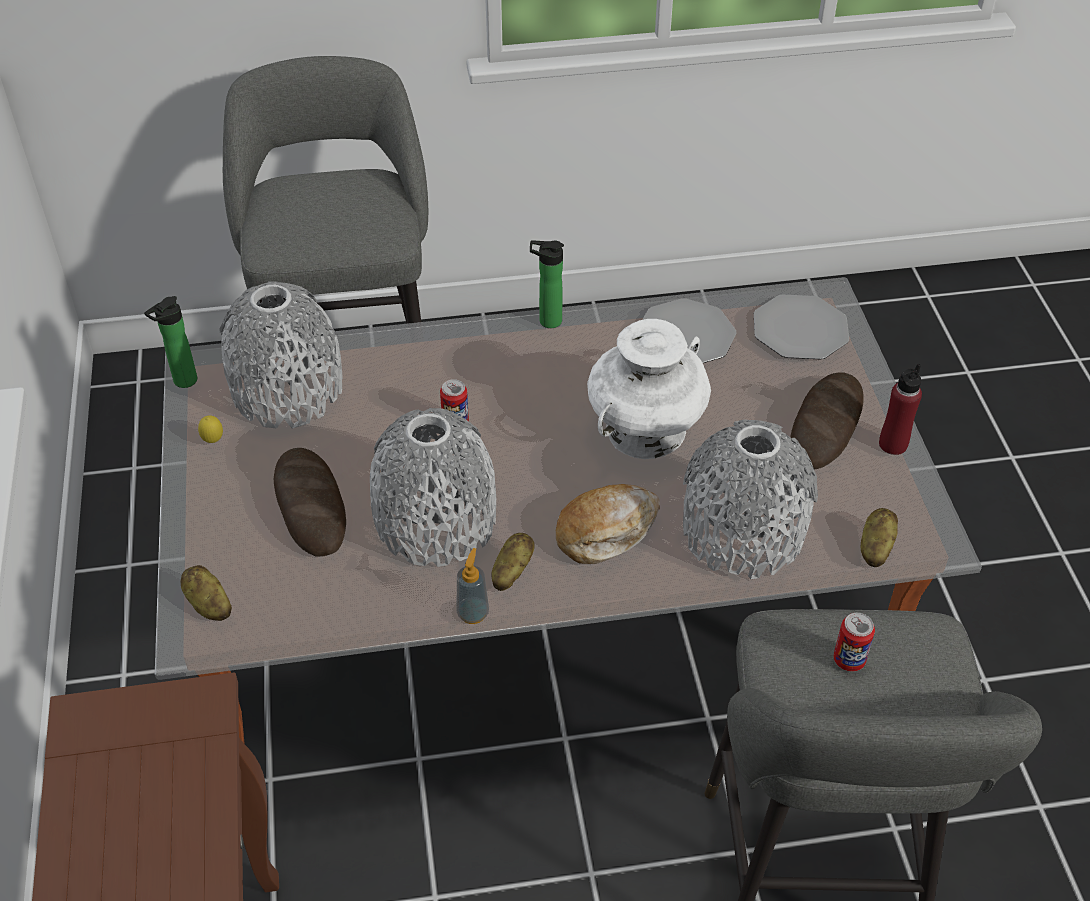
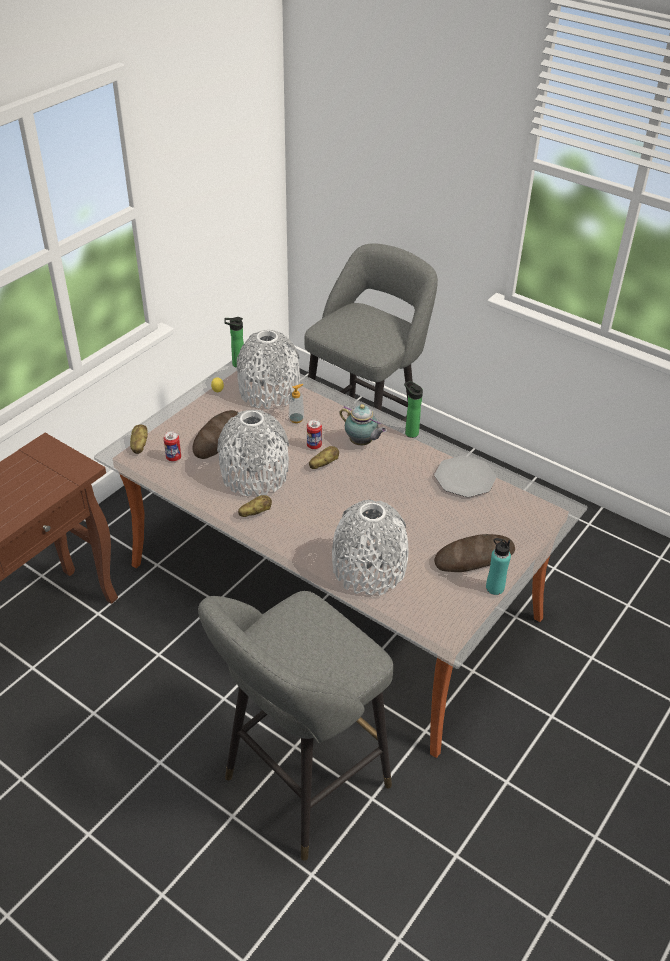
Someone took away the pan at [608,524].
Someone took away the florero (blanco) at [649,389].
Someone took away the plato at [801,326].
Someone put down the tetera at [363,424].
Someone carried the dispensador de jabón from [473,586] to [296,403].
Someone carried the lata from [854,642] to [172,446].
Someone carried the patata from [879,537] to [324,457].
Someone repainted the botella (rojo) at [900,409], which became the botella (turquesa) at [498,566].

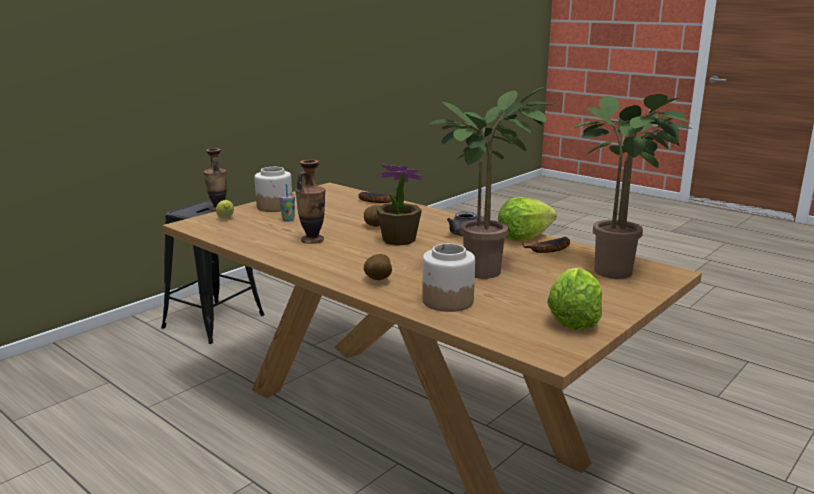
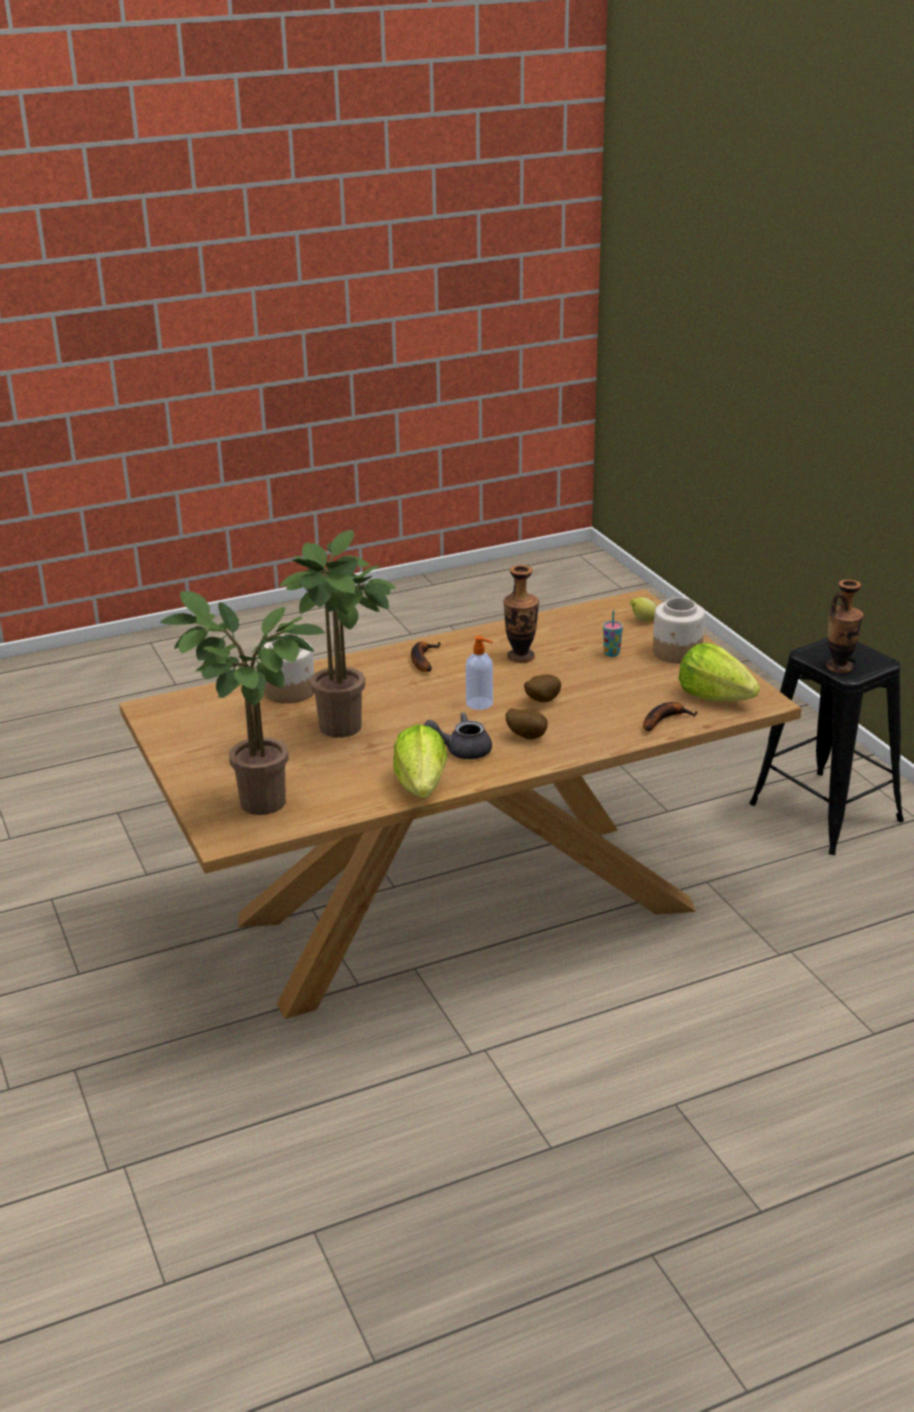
Someone carried the patata from [378,267] to [527,723].
Someone carried the plátano from [546,245] to [426,657].
Someone carried the lechuga from [574,298] to [719,672].
Someone swapped the planta en maceta at [399,205] for the dispensador de jabón at [479,673].

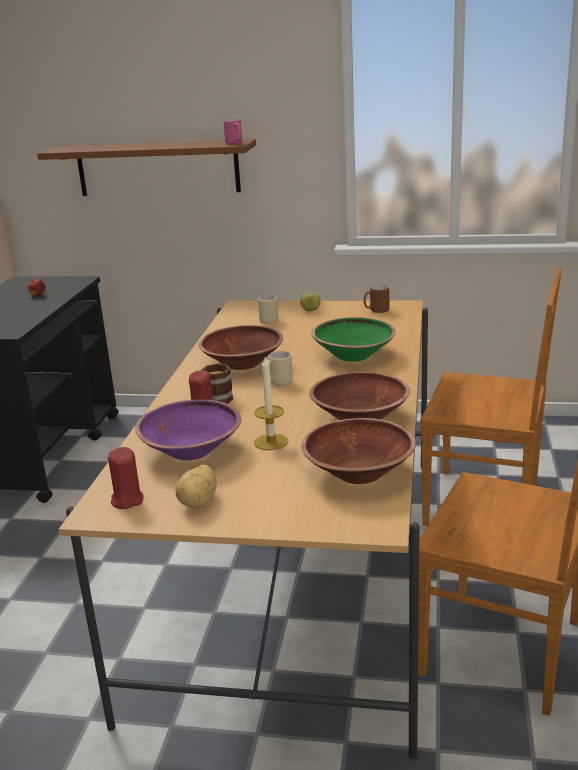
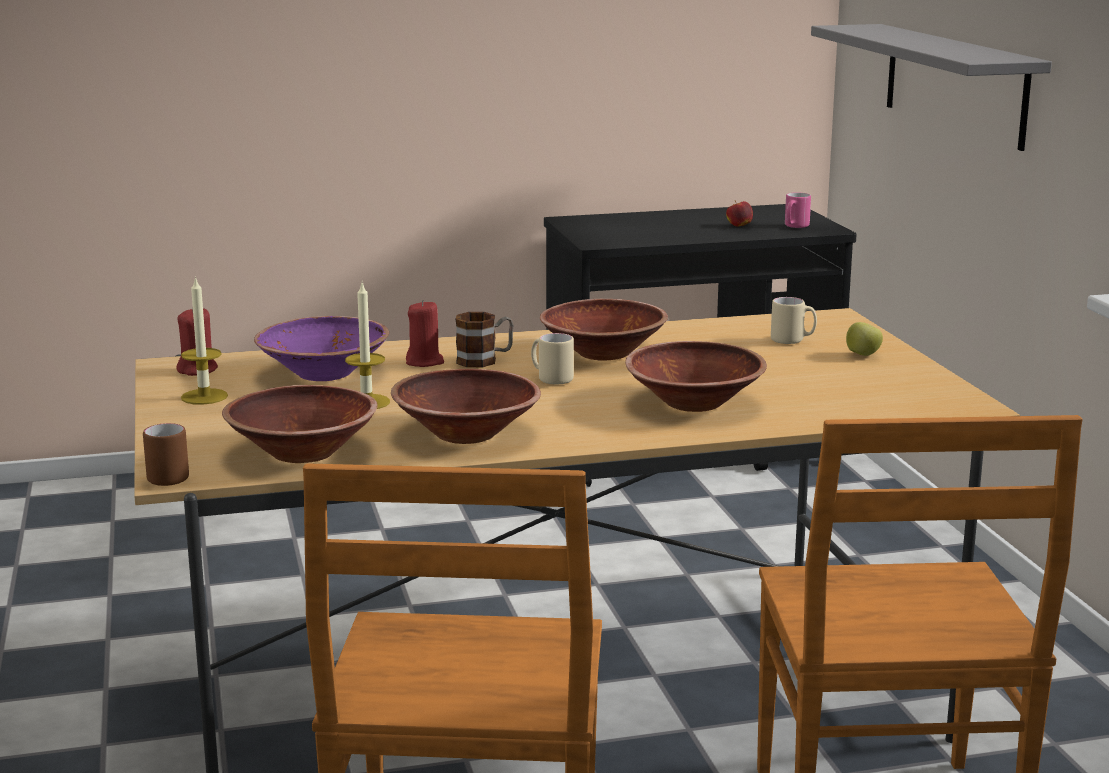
Someone carried the taza grande (rosa) from [232,131] to [798,210].
Someone carried the taza grande (marrón) from [376,299] to [166,454].
Someone swapped the patata at [196,486] for the vela at [204,340].
Someone repainted the estante (marrón) at [146,167], which became the estante (gris) at [931,87].
Someone repainted the cuenco (verde) at [353,339], which became the cuenco (marrón) at [696,376].

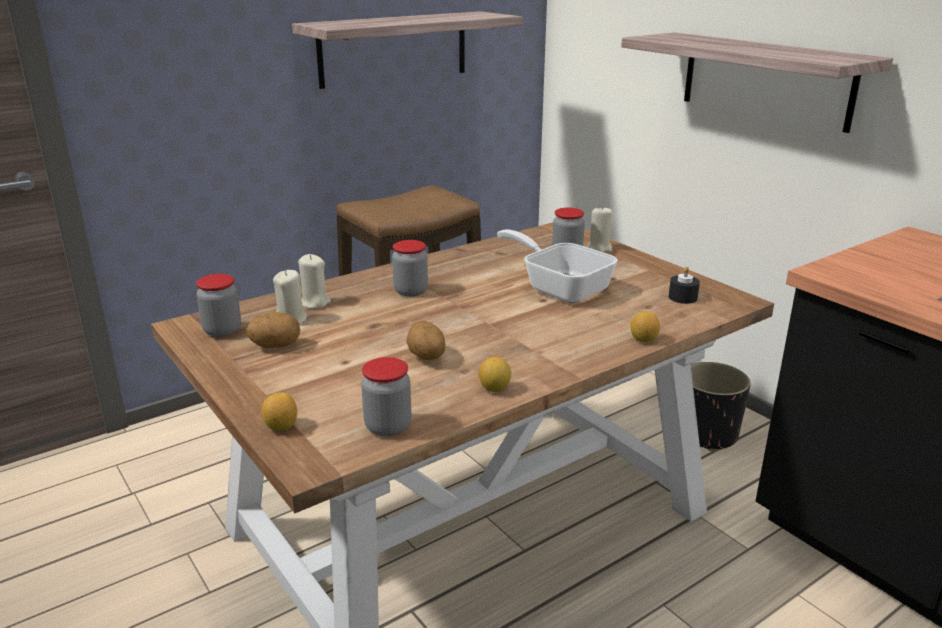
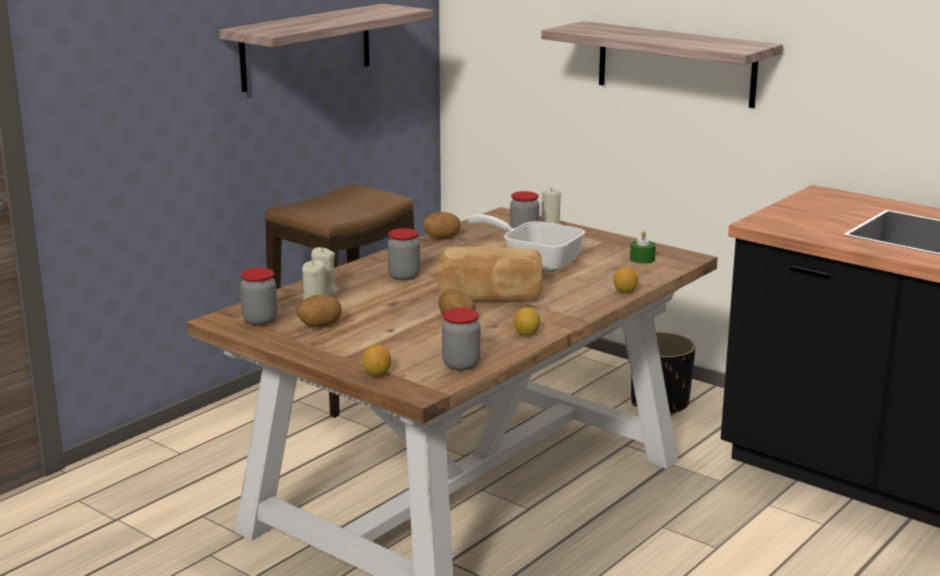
Someone put down the patata at [442,225].
Someone put down the pan at [490,274].
Someone repainted the vela (negro) at [684,285], which became the vela (verde) at [643,247].

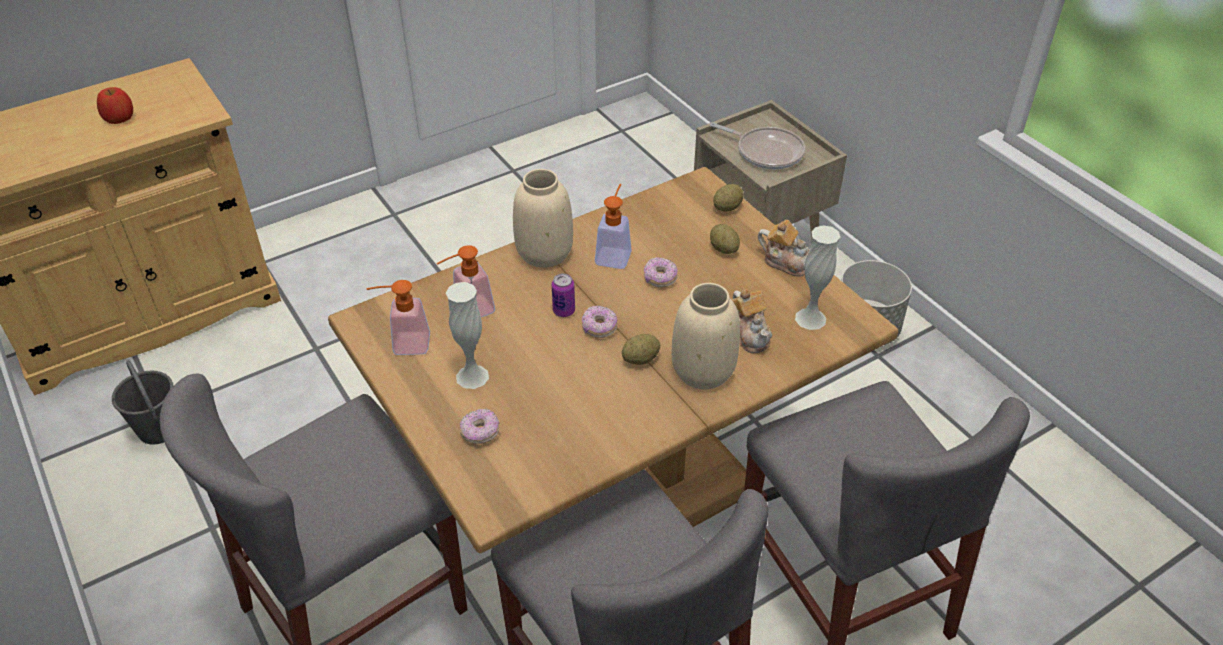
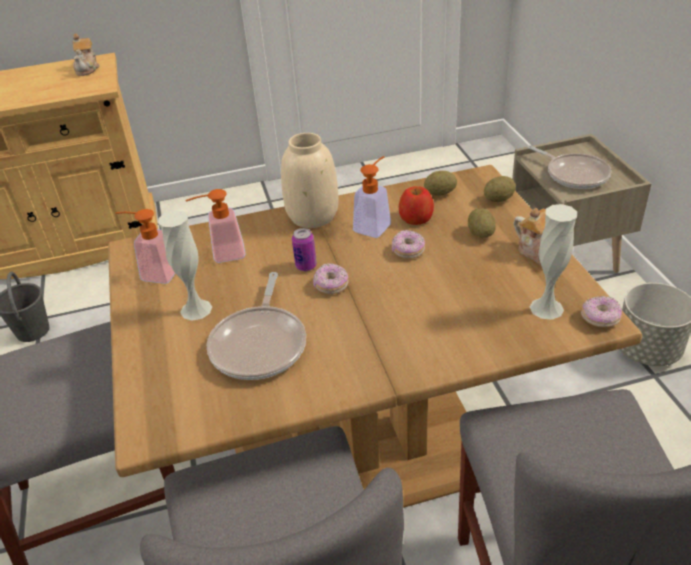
Someone took away the florero (beis) at [706,336].
Someone put down the sartén at [256,326].
Someone carried the manzana from [115,105] to [416,205].
Someone carried the rosquilla from [479,426] to [601,312].
Someone carried the patata from [641,349] to [440,183].
Someone carried the tetera from [752,321] to [86,55].

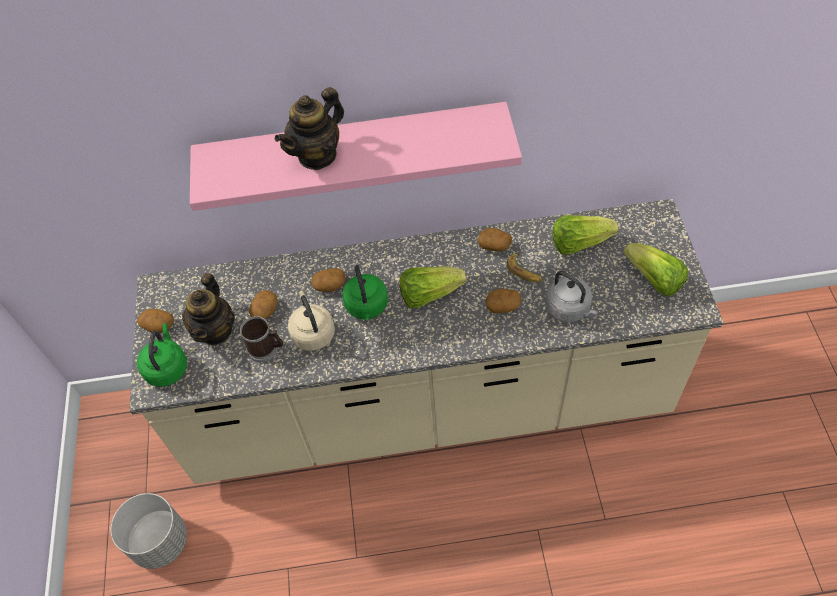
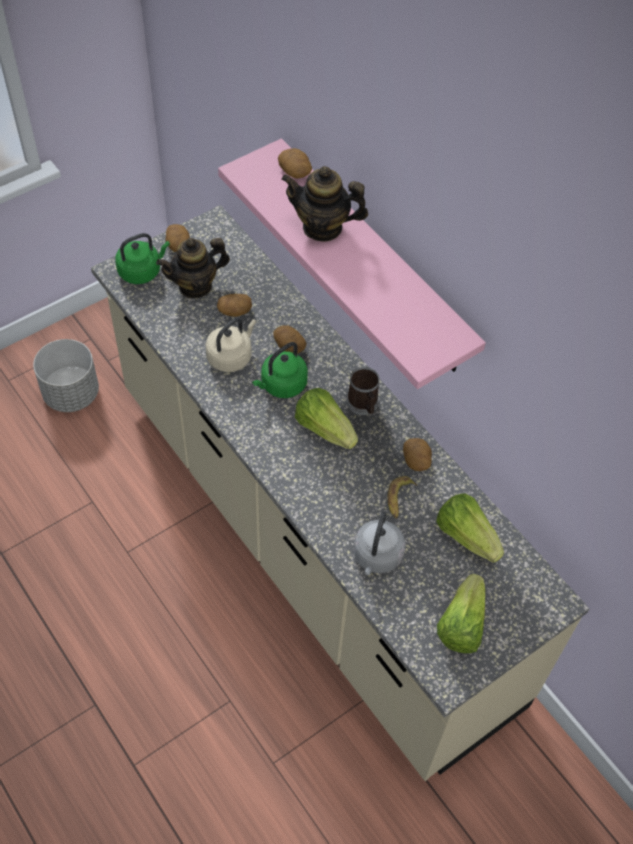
Someone carried the taza grande from [261,339] to [363,391].
Someone carried the patata from [503,300] to [295,163].

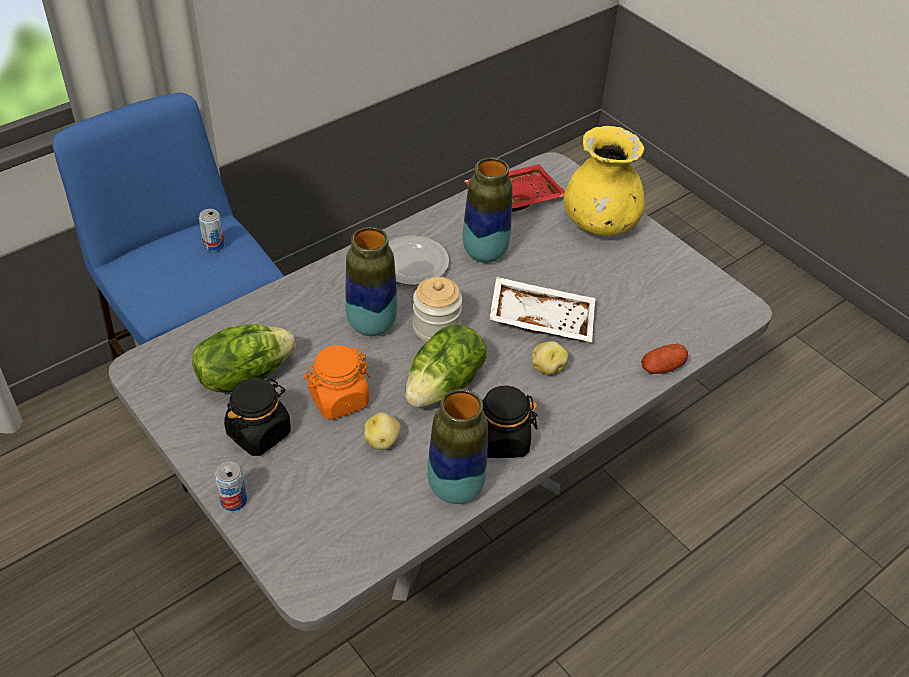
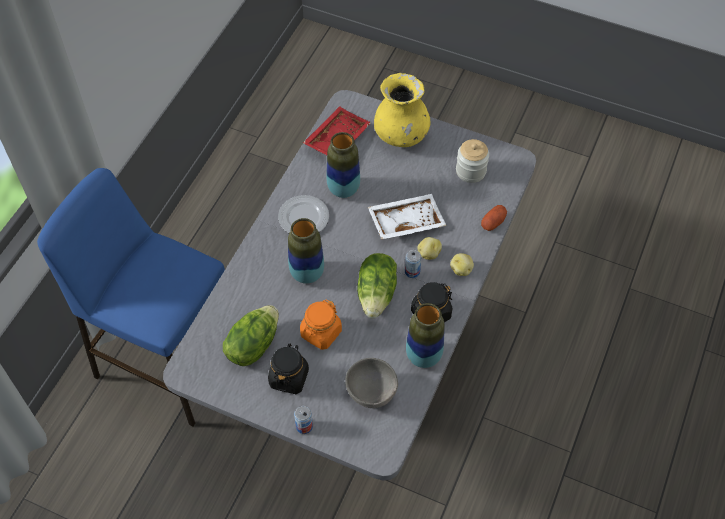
Someone put down the cuenco (gris) at [371,383].
Someone carried the lata from [212,230] to [413,264].
Someone carried the patata from [382,431] to [462,264].
Someone carried the tarro from [437,310] to [472,161].

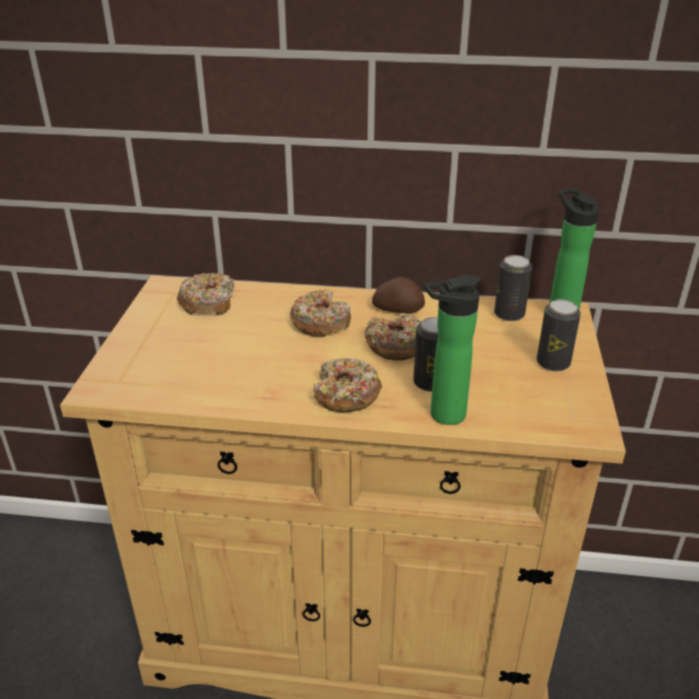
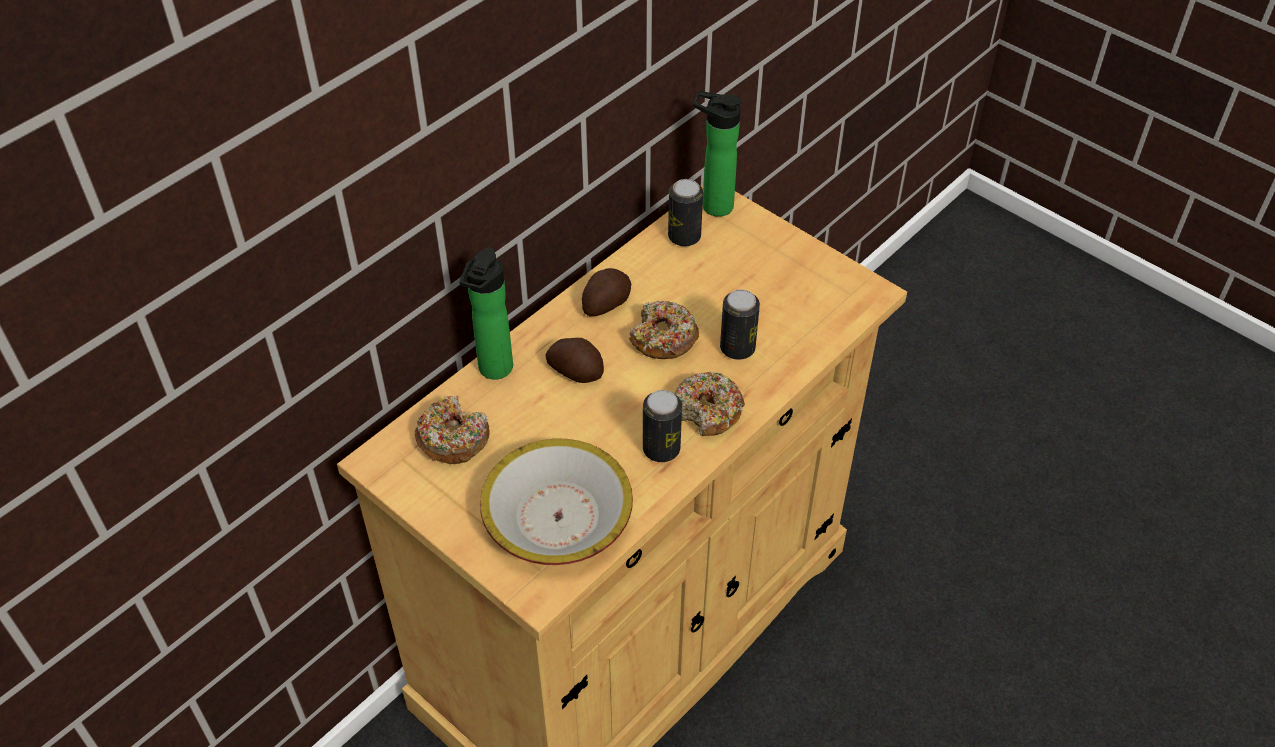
Someone put down the cuenco at [556,501].
Someone carried the botella from [452,350] to [486,313].
Someone carried the lata from [559,335] to [662,426].
Someone swapped the rosquilla at [320,313] for the patata at [574,360].

